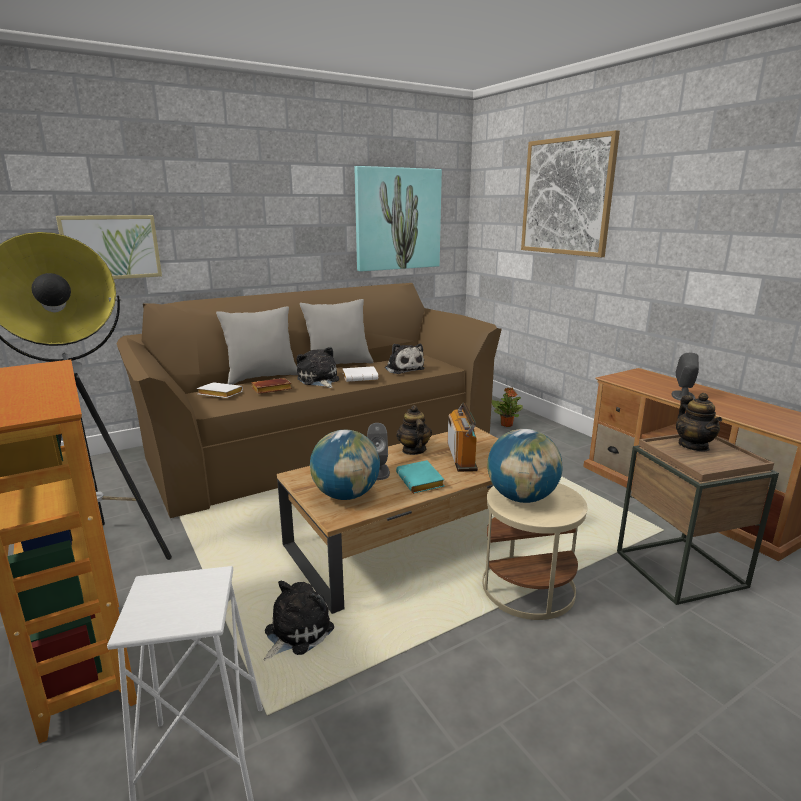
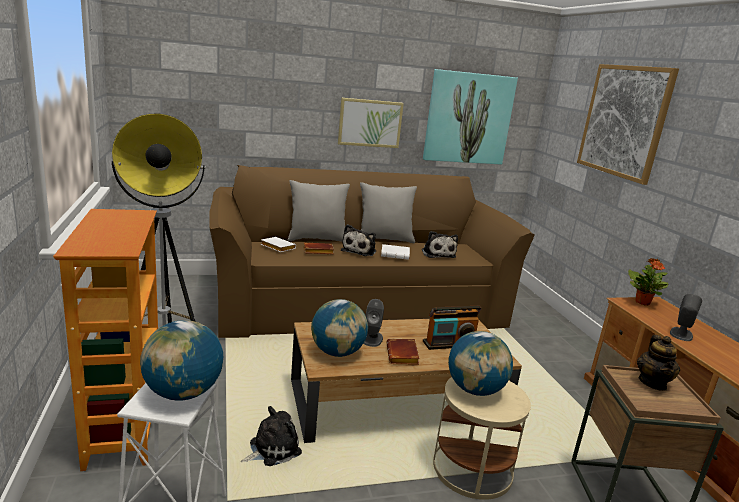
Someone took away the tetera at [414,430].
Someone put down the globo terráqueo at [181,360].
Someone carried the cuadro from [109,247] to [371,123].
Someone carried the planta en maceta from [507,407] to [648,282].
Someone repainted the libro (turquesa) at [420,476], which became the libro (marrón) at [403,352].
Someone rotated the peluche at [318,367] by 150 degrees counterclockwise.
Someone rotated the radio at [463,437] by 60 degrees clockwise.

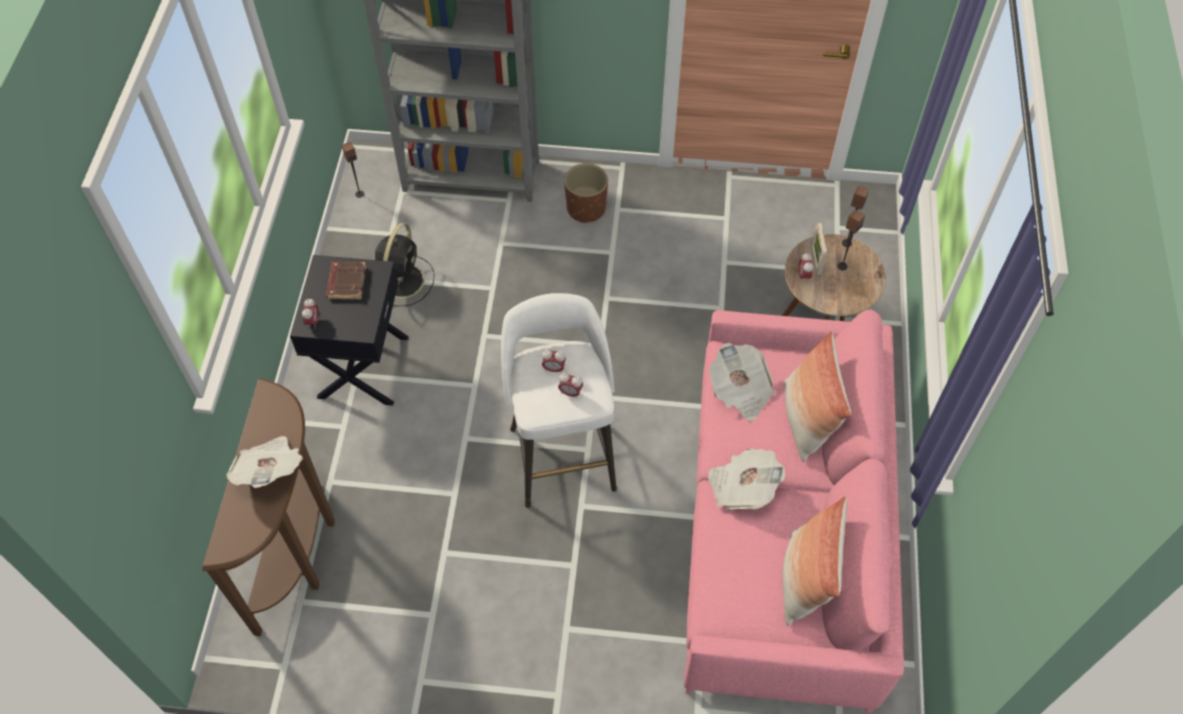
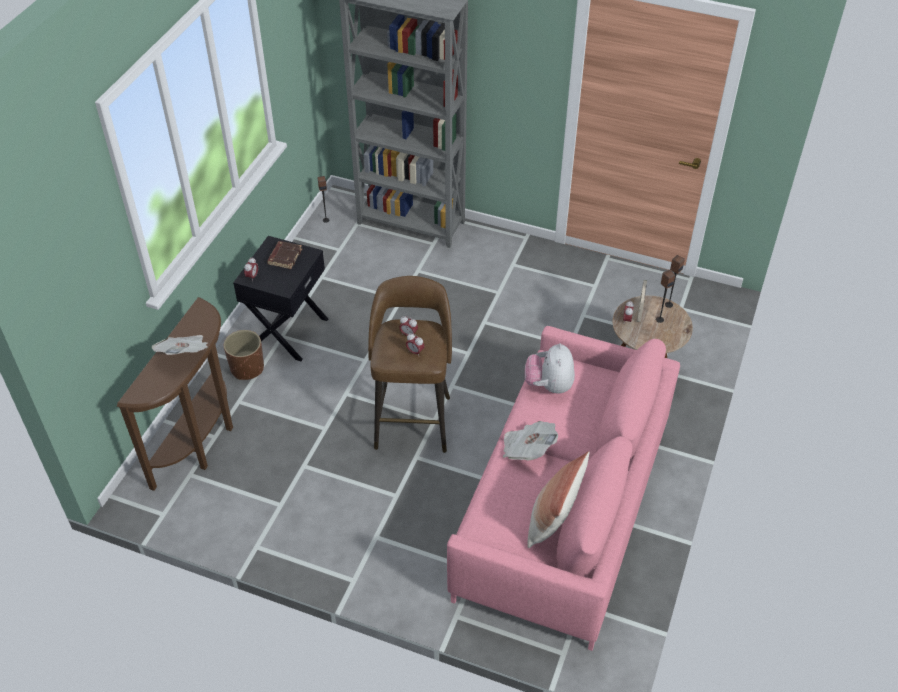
Someone took away the ventilador (negro) at [405,264].
Someone took away the cojín at [817,396].
Someone carried the maceta (marrón) from [586,193] to [244,355].
Someone swapped the periódico at [742,382] for the peluche at [550,368].
Someone repainted the taburete (blanco) at [559,400], which became the taburete (marrón) at [410,364].

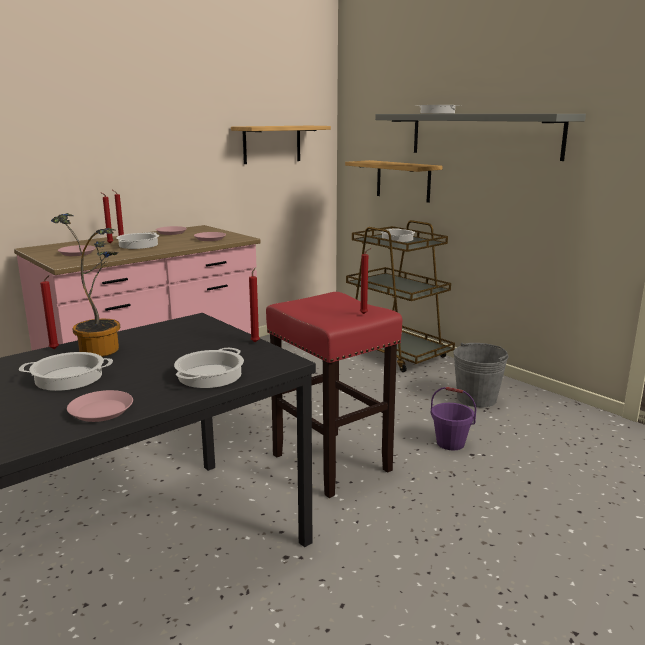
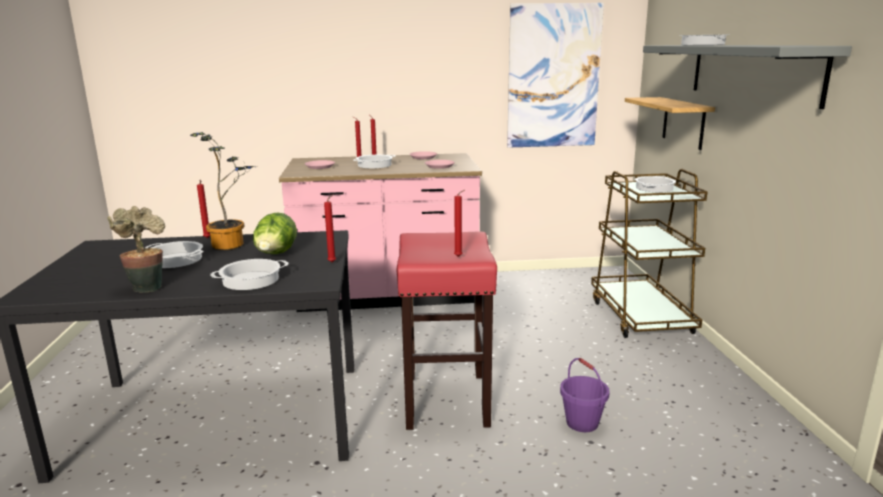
Someone took away the cubo (gris) at [481,375].
Someone put down the lechuga at [275,233].
Someone swapped the plato (rosa) at [100,406] for the planta en maceta at [136,249].
Someone swapped the estante at [281,145] for the cuadro at [555,75].

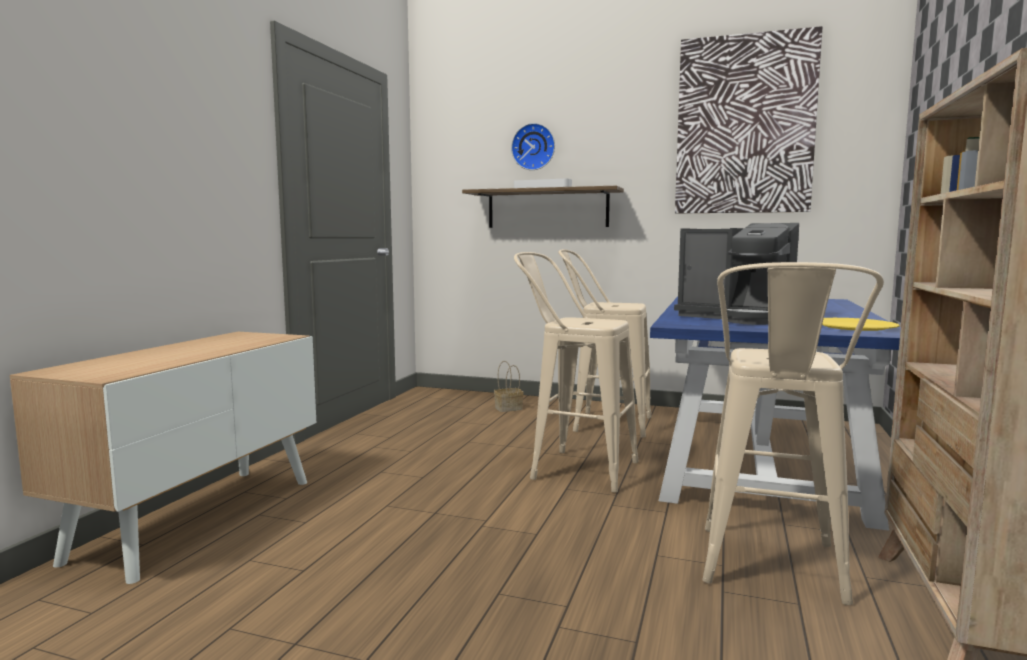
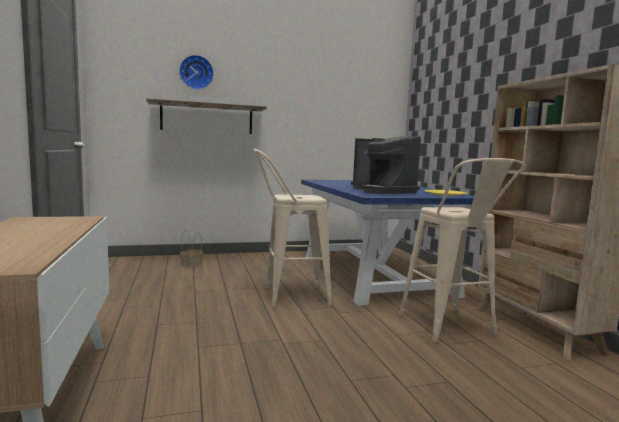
Someone took away the taburete (beis) at [604,343].
Someone took away the cuadro at [749,120].
Someone rotated the cafetera at [736,274] by 60 degrees clockwise.

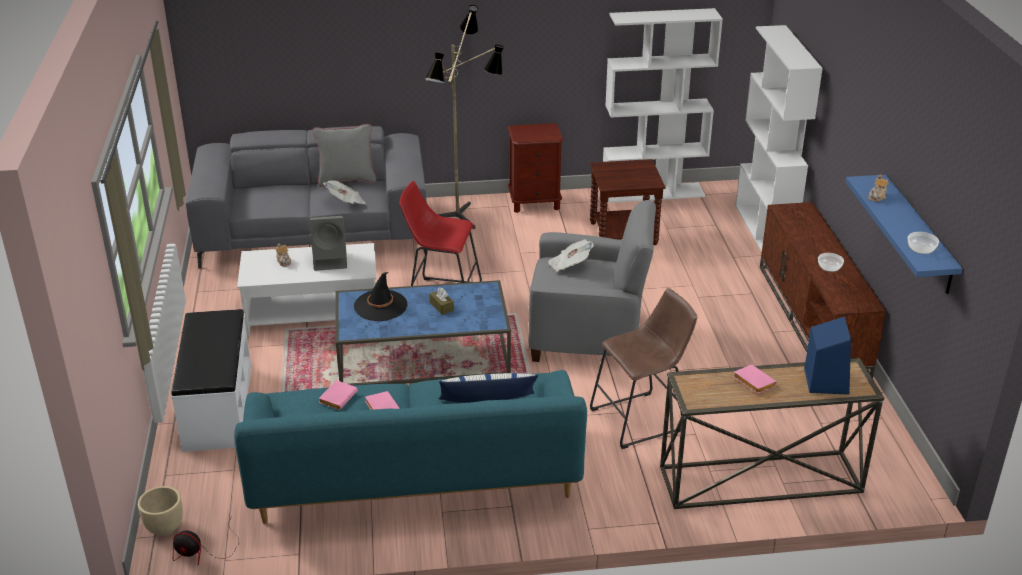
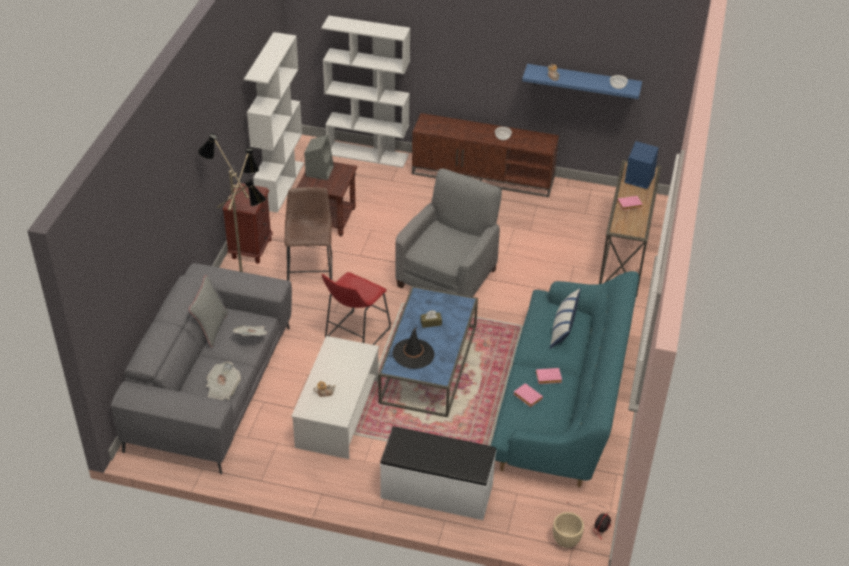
Someone carried the altavoz (gris) from [328,243] to [319,157].
Someone carried the periódico from [571,255] to [223,381].
Someone carried the taburete (marrón) from [643,368] to [308,234].

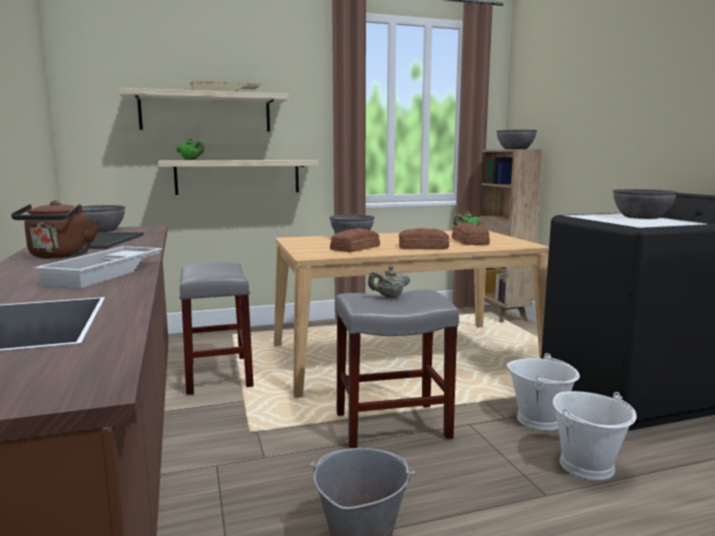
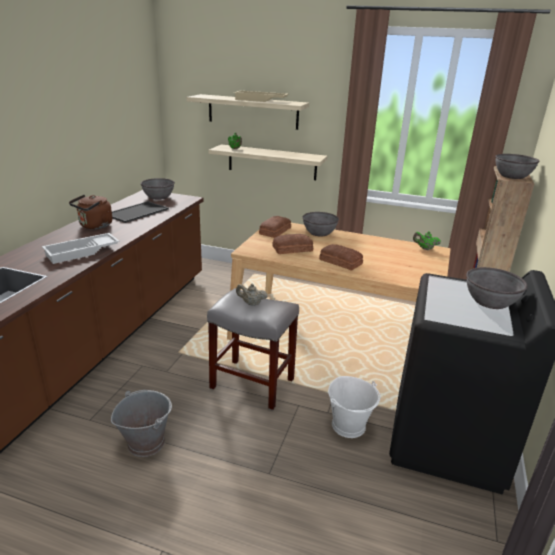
Someone took away the taburete (gris) at [216,328].
Someone took away the cubo (blanco) at [595,435].
Someone carried the pan from [471,234] to [275,227].

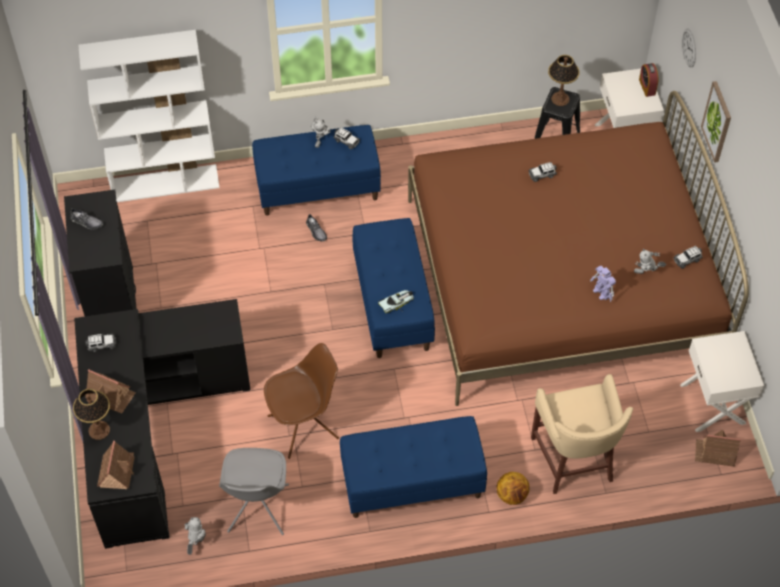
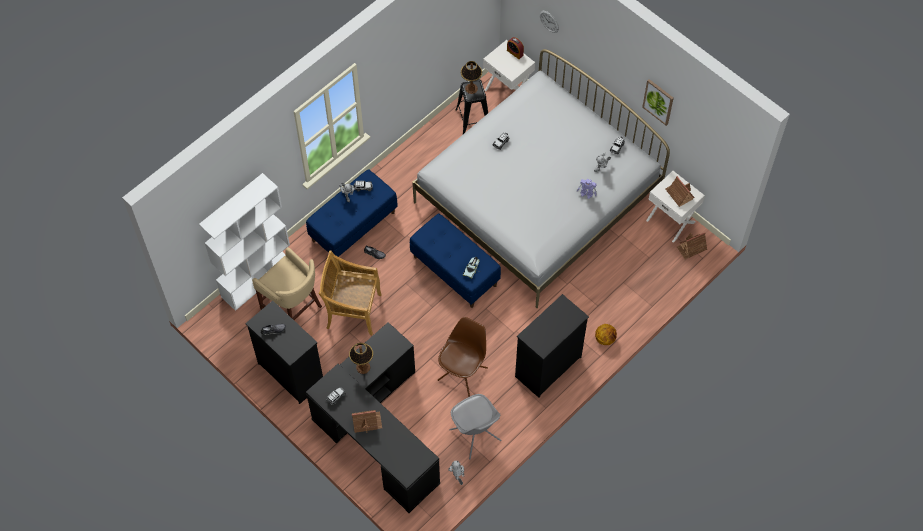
Someone put down the silla (beis) at [350,292].
Someone carried the lámpara de mesa from [91,414] to [361,358].
Someone carried the casita from [116,465] to [680,191].
Someone carried the taburete (beis) from [582,434] to [287,283].
Someone carried the cuadro from [716,122] to [658,102].
Someone swapped the banco (azul) at [413,467] for the cómoda (negro) at [552,346].
Someone repainted the cama (marrón) at [578,248], which became the cama (blanco) at [541,178].

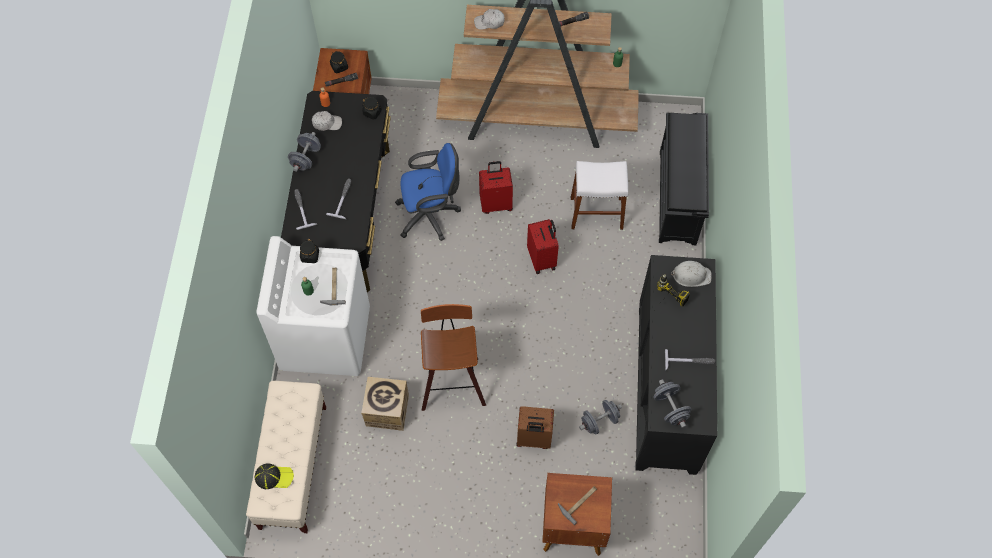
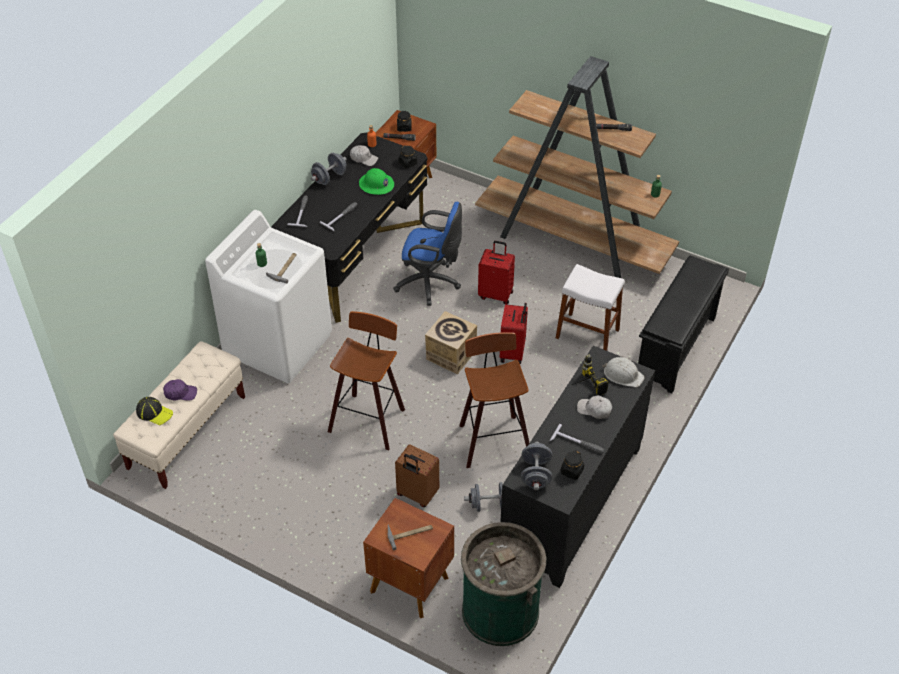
Someone put down the gorra (morado) at [180,390].
Someone put down the casco (verde) at [376,181].
Someone put down the taburete at [494,400].
Someone put down the papelera (verde) at [503,584].
Someone carried the tarro (negro) from [309,251] to [572,465].
Someone carried the caja de cartón from [385,404] to [451,342].
Someone carried the gorra (blanco) from [489,19] to [594,407].

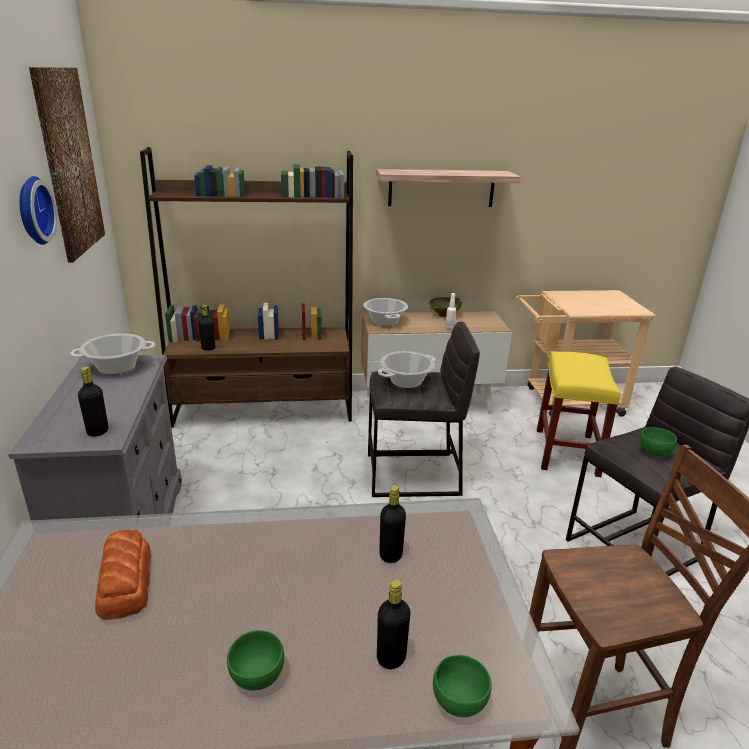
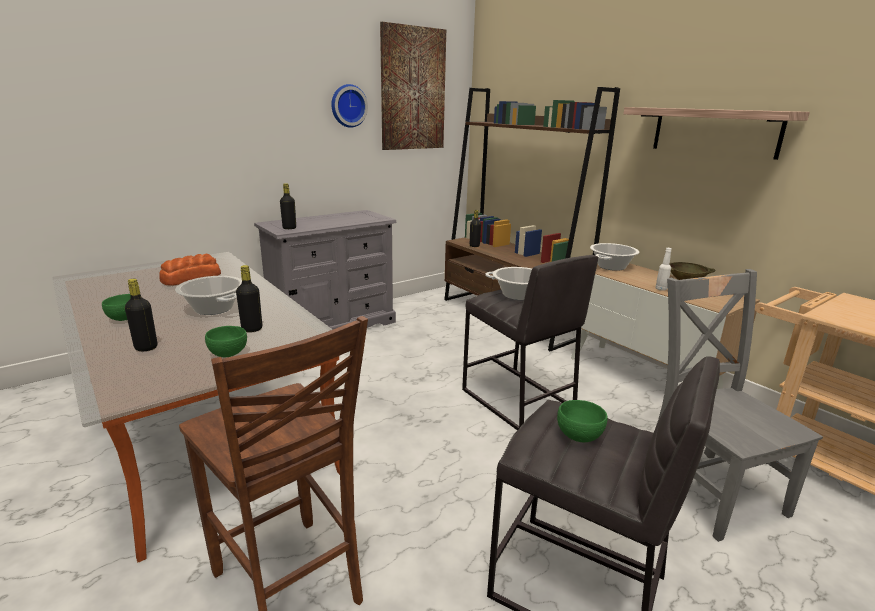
Someone carried the olla from [113,354] to [208,295].
Someone carried the cuenco (verde) from [462,686] to [226,341].
Someone swapped the taburete (amarillo) at [579,414] for the silla (gris) at [739,405].

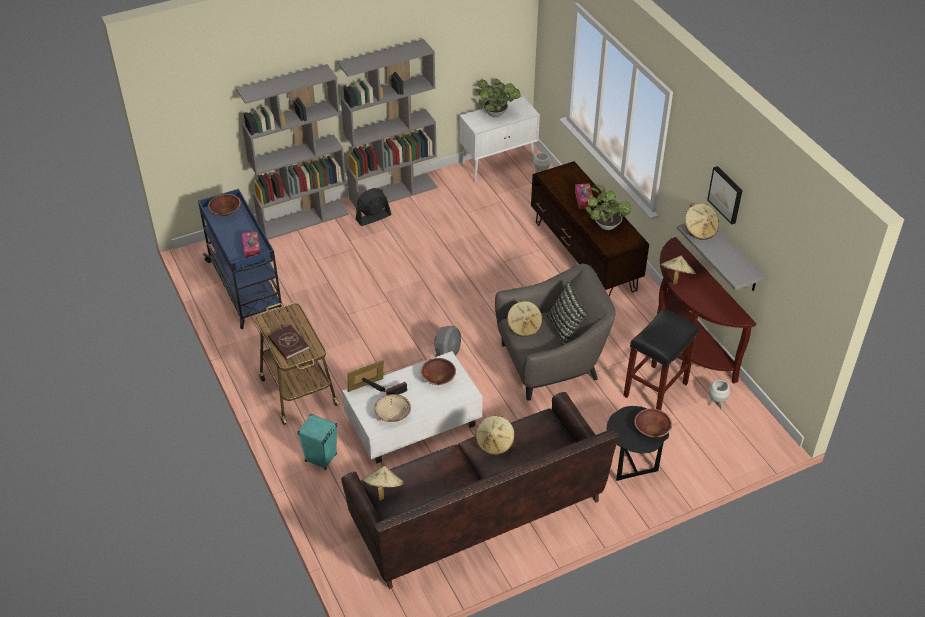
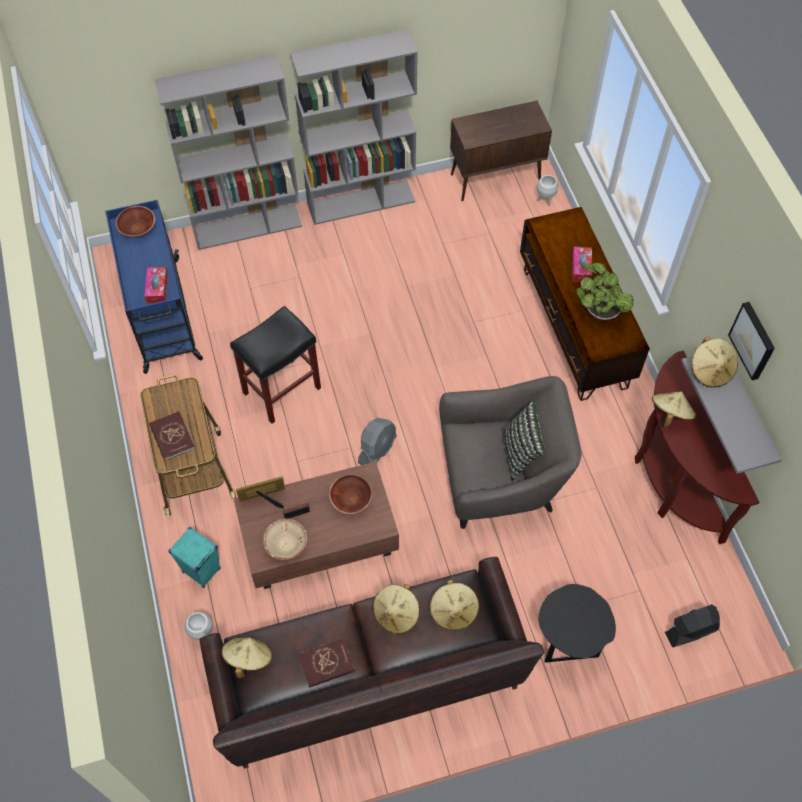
Someone took away the planta en maceta at [498,98].
Someone took away the cuenco (marrón) at [653,423].
Someone put down the libro (rojo) at [326,663].
Someone carried the ventilador (negro) from [373,207] to [692,625].
Someone carried the sombrero (beis) from [524,318] to [454,605].
Someone carried the taburete (negro) from [661,359] to [275,365].
Someone carried the maceta (blanco) from [719,395] to [198,626].
Someone repainted the mesa de centro (blanco) at [412,407], which became the mesa de centro (marrón) at [316,525].
Someone repainted the armario (blanco) at [500,140], which became the armario (marrón) at [501,151].

